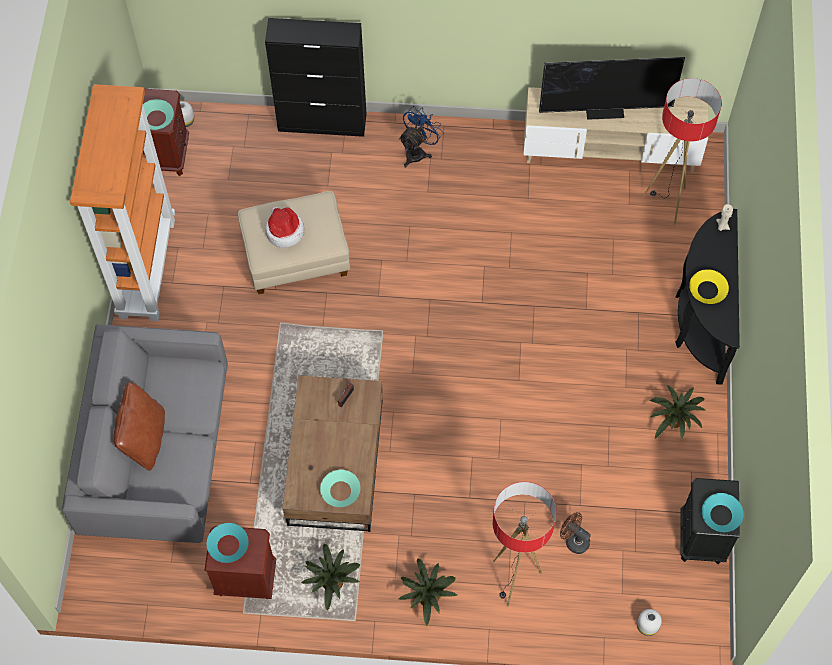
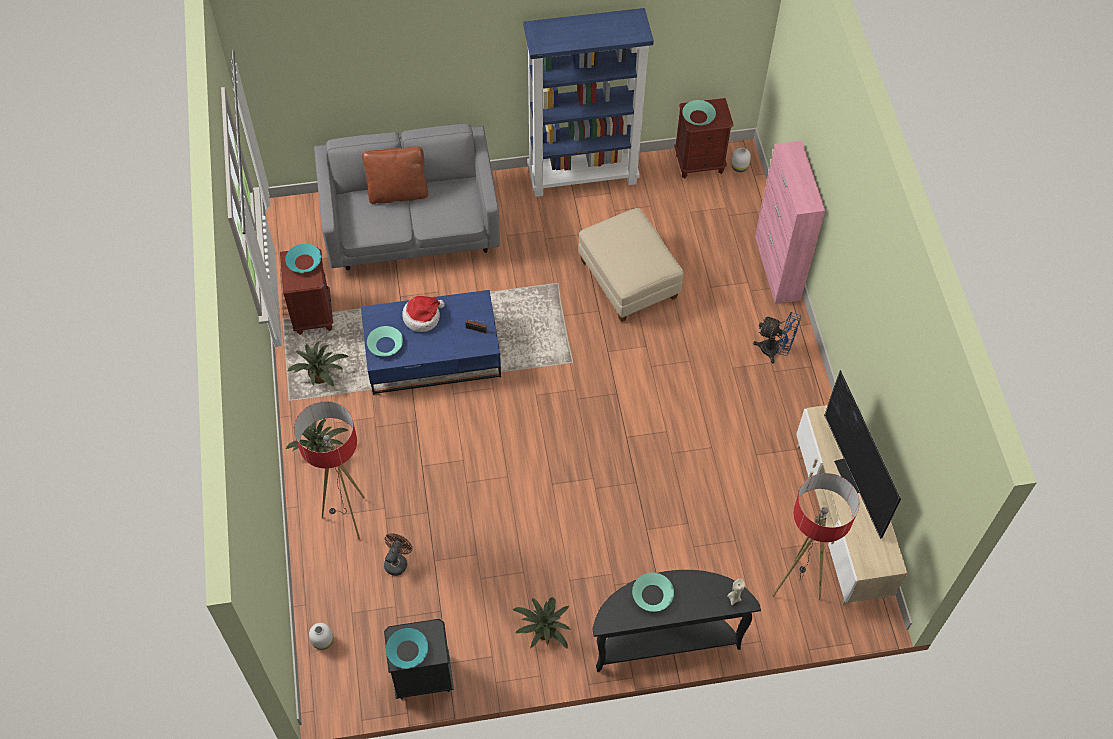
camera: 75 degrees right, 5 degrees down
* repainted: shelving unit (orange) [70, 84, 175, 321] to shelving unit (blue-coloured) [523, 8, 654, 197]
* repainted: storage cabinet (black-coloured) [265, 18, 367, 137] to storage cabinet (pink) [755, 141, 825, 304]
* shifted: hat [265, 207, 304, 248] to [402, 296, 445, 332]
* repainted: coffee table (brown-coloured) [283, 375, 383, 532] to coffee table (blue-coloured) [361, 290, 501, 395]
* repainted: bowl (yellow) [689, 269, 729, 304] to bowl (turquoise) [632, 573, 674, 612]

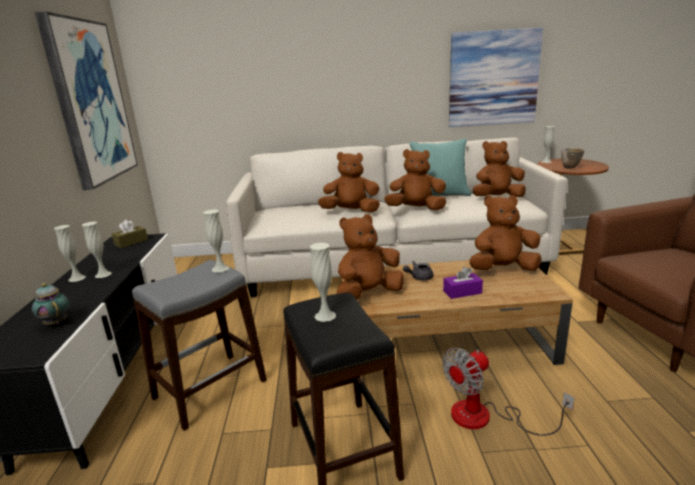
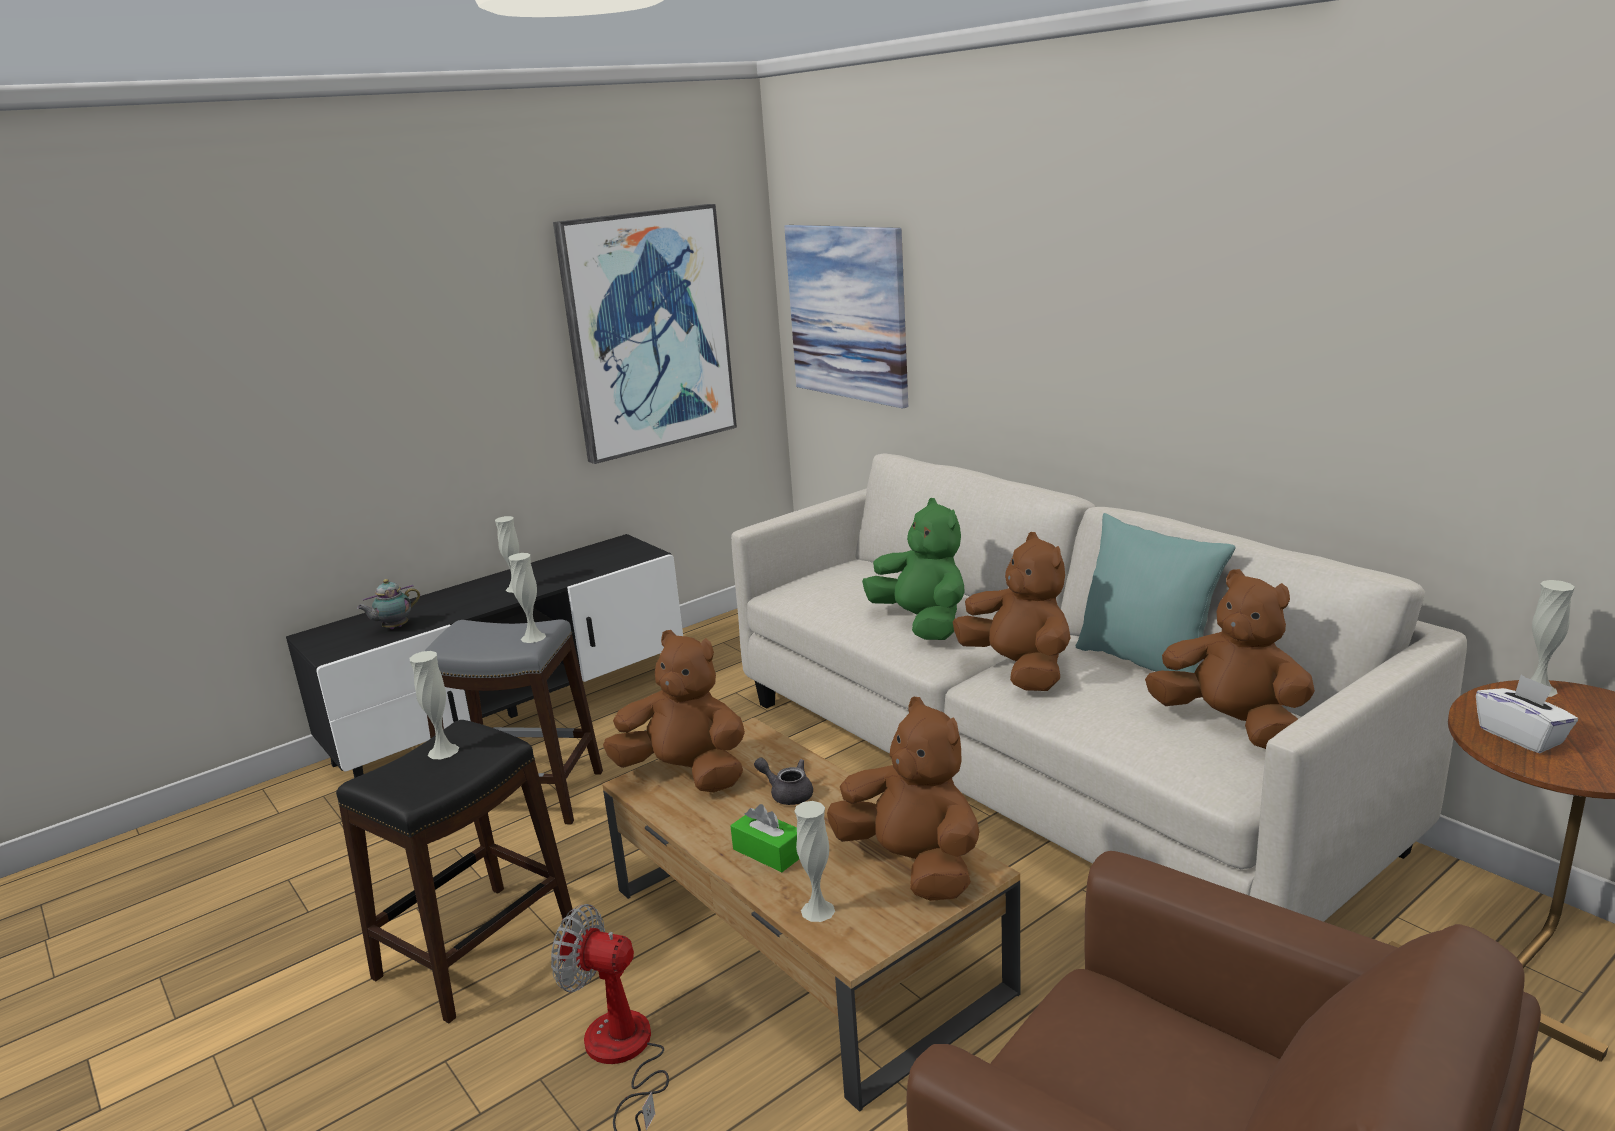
camera: 55 degrees right, 0 degrees up
* rotated: teapot [32, 283, 69, 325] = [357, 579, 420, 629] 135 degrees counterclockwise
* shifted: flower vase (whitish) [54, 225, 86, 282] to [794, 801, 835, 922]
* gone: tissue box (brown-coloured) [112, 219, 148, 248]
* repainted: cuddly toy (brown-coloured) [318, 152, 380, 213] to cuddly toy (greenish) [862, 498, 965, 640]
* repainted: tissue box (purple) [443, 266, 483, 299] to tissue box (greenish) [730, 804, 799, 872]
* shifted: picture [449, 28, 543, 127] to [784, 225, 908, 409]
* swapped: bowl [561, 148, 584, 169] to tissue box (whitish) [1476, 675, 1578, 754]

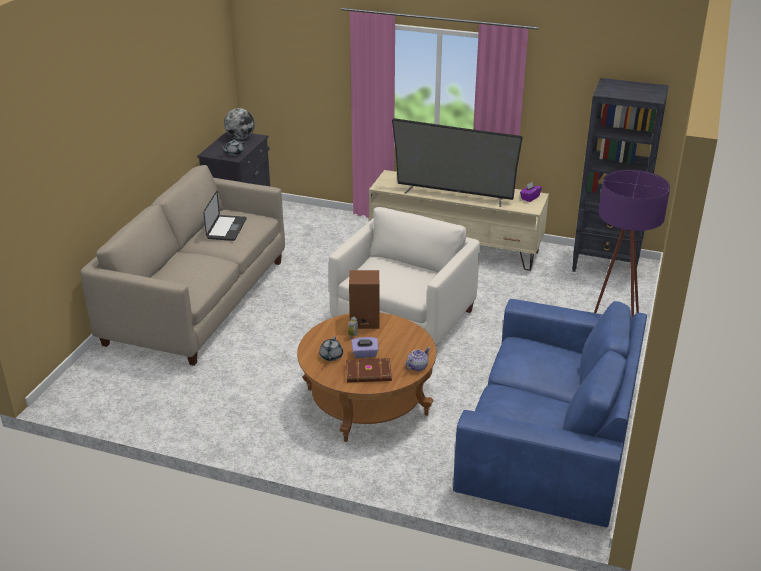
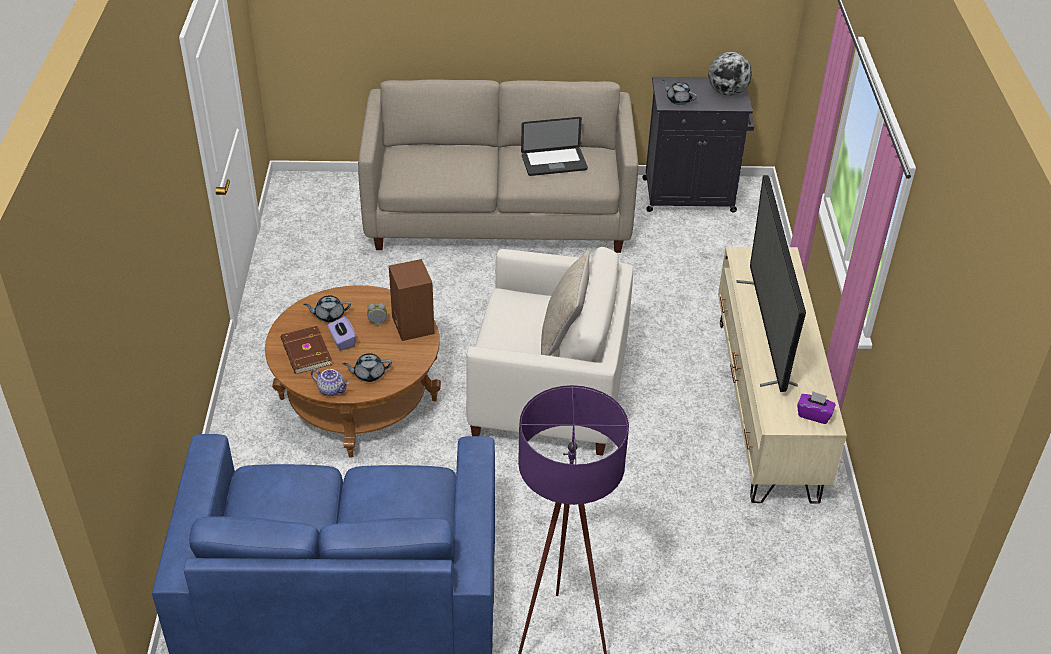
camera: 70 degrees right, 10 degrees up
* gone: shelving unit (black-coloured) [572, 78, 669, 272]
* new: teapot (greyish) [343, 353, 392, 382]
* new: throw pillow (sand-coloured) [541, 250, 590, 356]

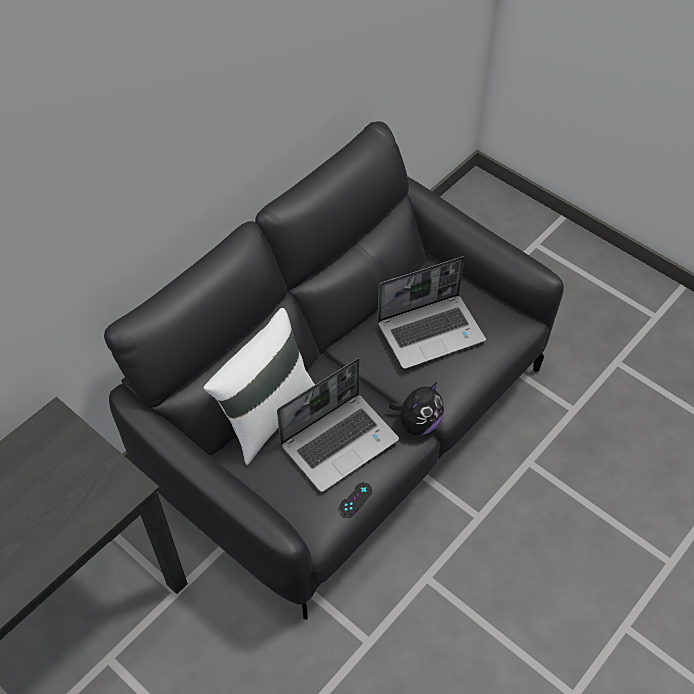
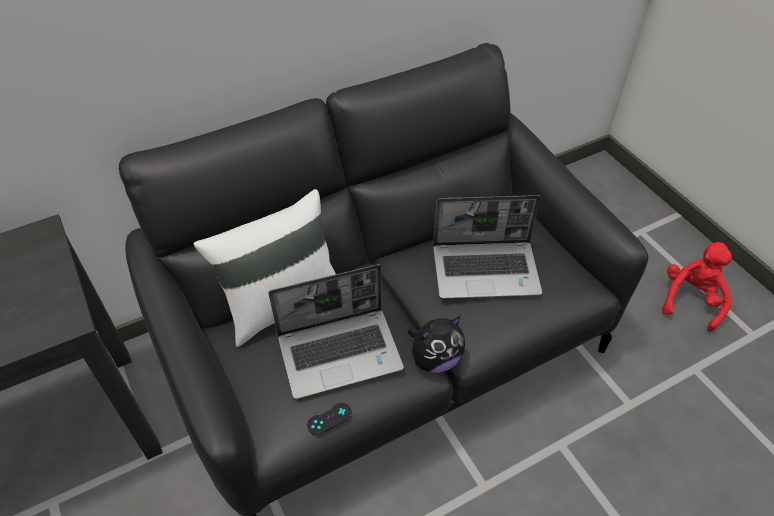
camera: 20 degrees right, 5 degrees down
* new: cuddly toy (red-coloured) [662, 242, 732, 332]

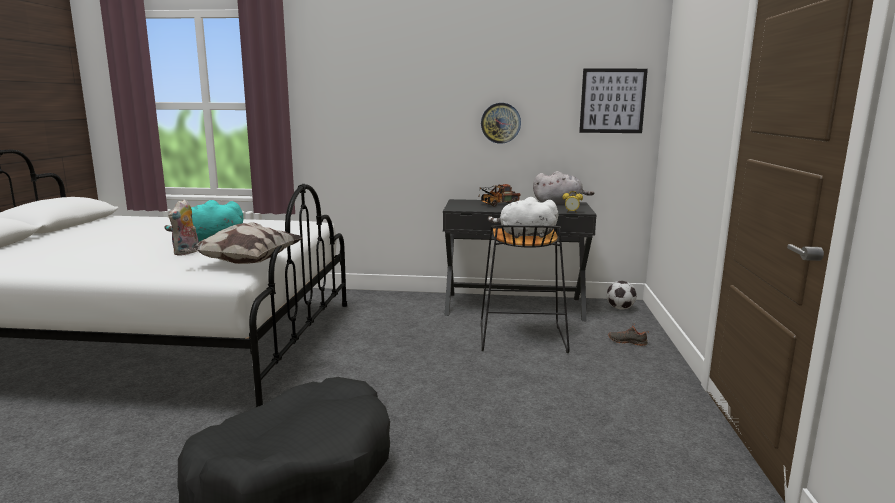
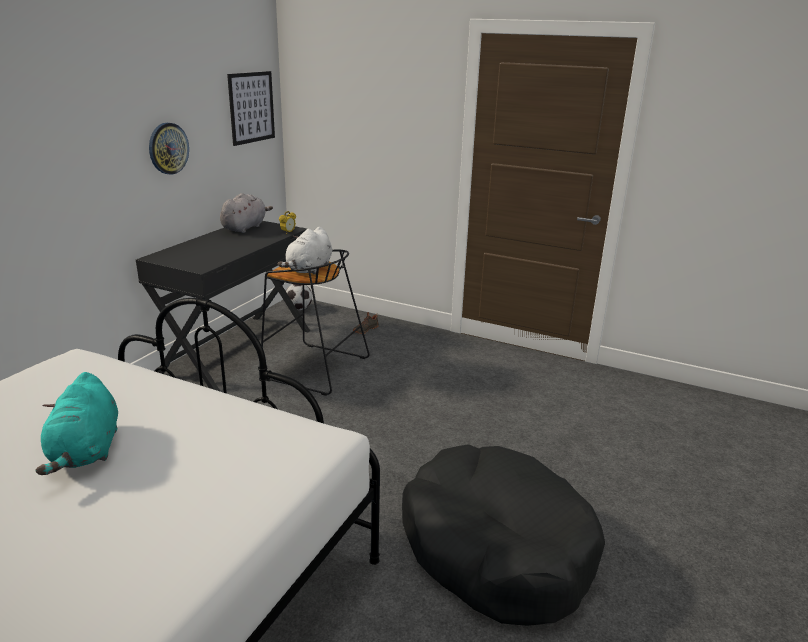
camera: 70 degrees left, 10 degrees up
* gone: cuddly toy [168, 199, 199, 256]
* gone: throw pillow [180, 222, 302, 264]
* gone: toy truck [478, 184, 521, 207]

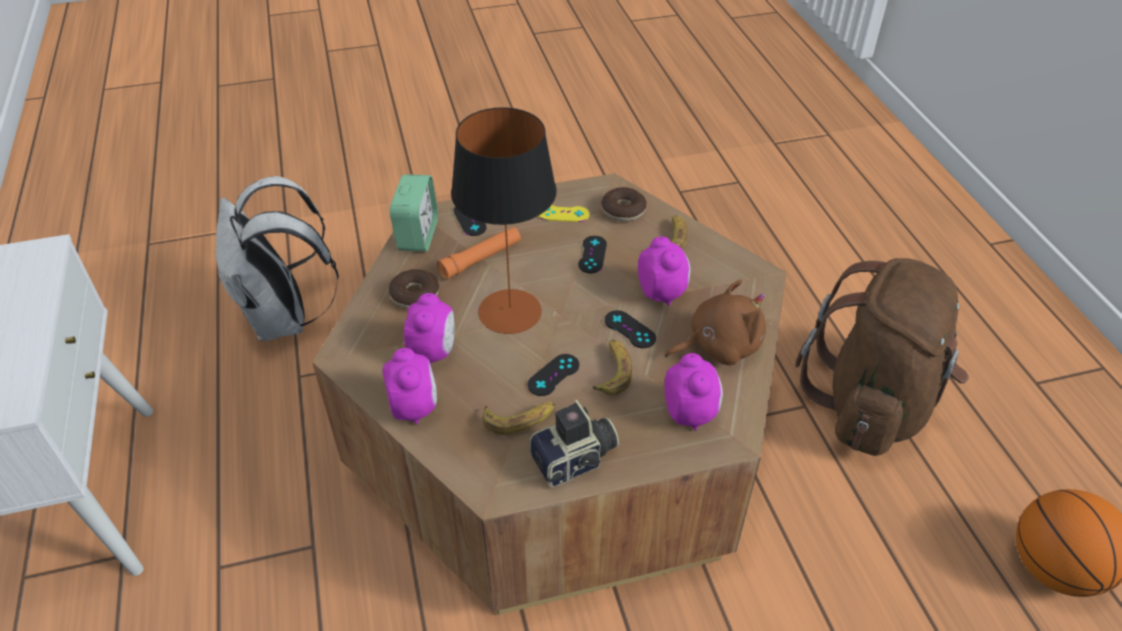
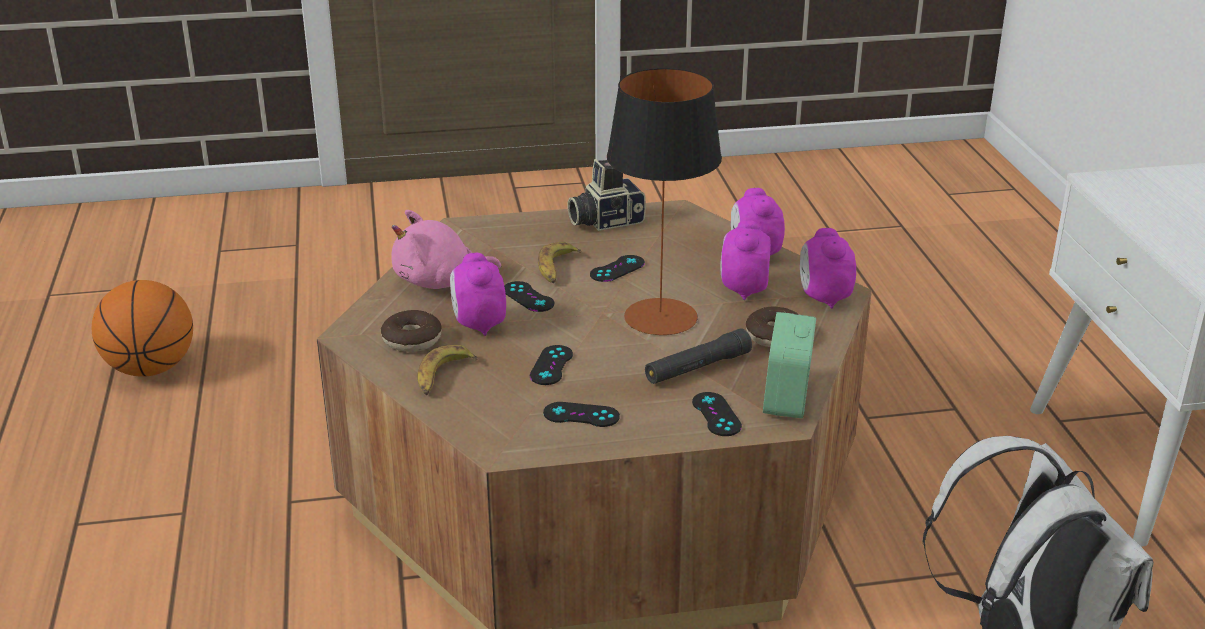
camera: 175 degrees left, 15 degrees down
* repainted: hand torch (orange) [437, 227, 521, 279] to hand torch (black-coloured) [645, 328, 752, 384]
* gone: banana [482, 402, 556, 435]
* repainted: game controller (yellow) [538, 205, 590, 222] to game controller (black-coloured) [543, 402, 620, 427]
* shifted: donut [601, 187, 647, 222] to [381, 310, 442, 352]
* shifted: alarm clock [664, 353, 723, 431] to [800, 228, 856, 309]
* repainted: cuddly toy (brown-coloured) [665, 280, 766, 365] to cuddly toy (pink) [391, 210, 501, 289]
* gone: rucksack (brown-coloured) [795, 258, 969, 456]

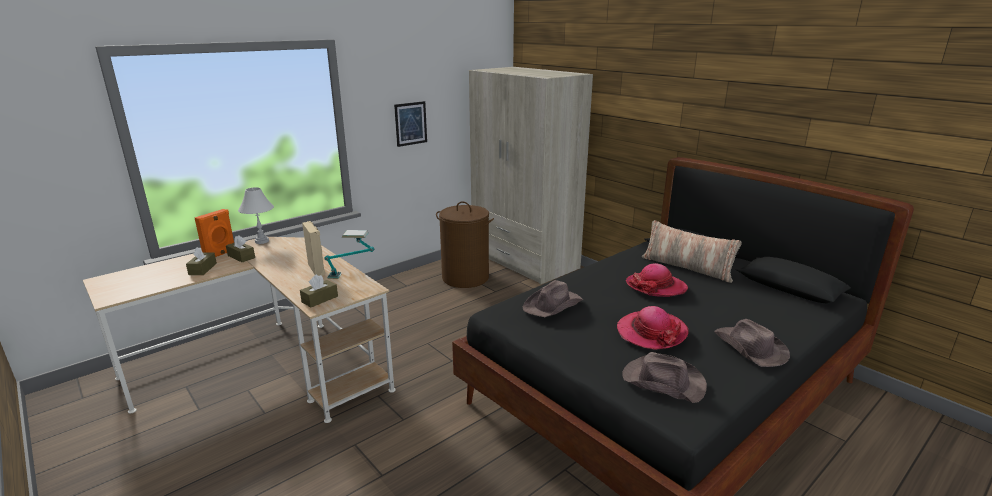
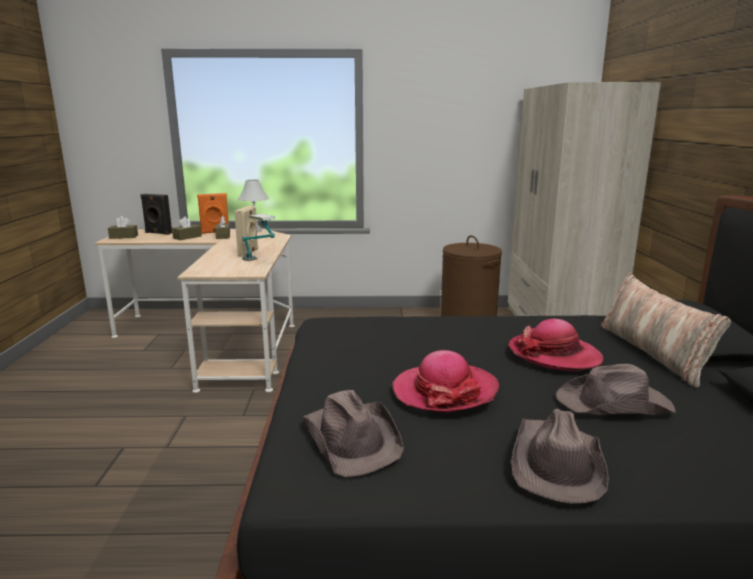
camera: 40 degrees right, 5 degrees down
* shifted: tissue box (brown-coloured) [300, 274, 338, 308] to [108, 216, 138, 239]
* gone: picture [394, 101, 427, 147]
* shifted: hat (brown-coloured) [522, 280, 583, 317] to [556, 364, 676, 415]
* new: loudspeaker (black-coloured) [140, 194, 172, 235]

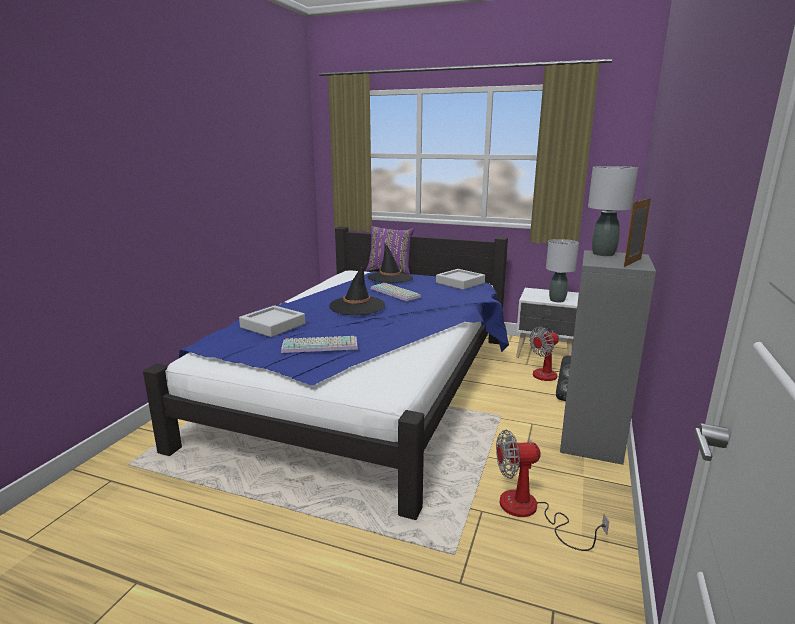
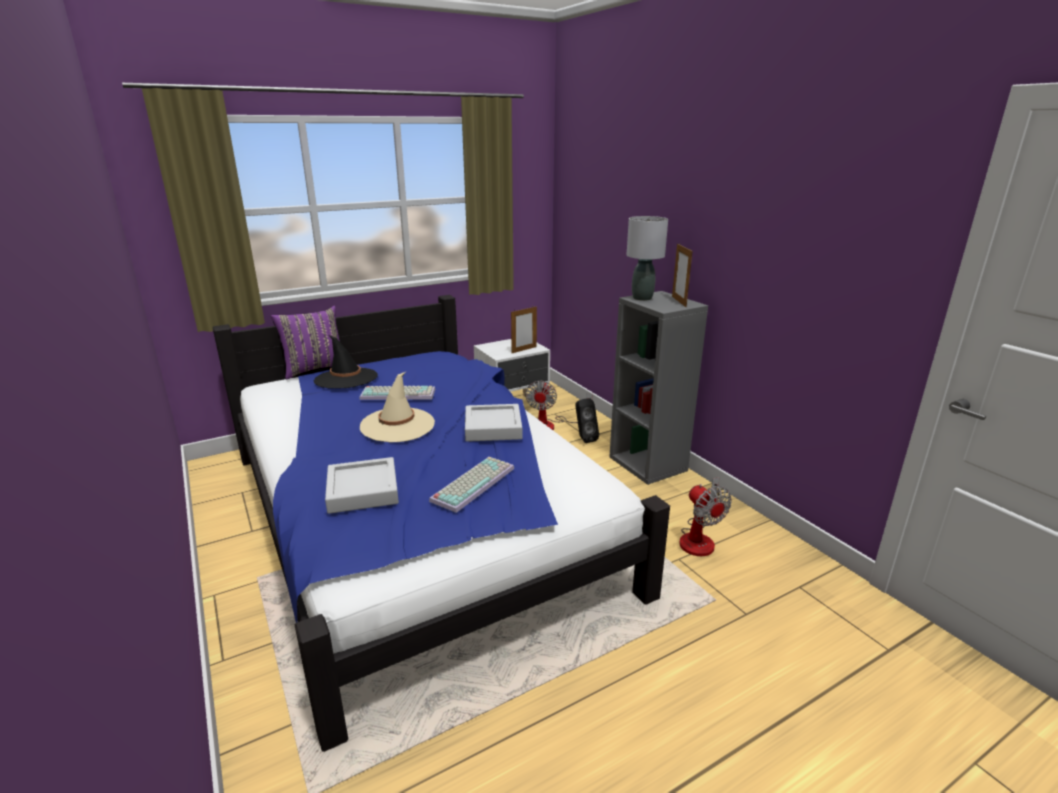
camera: 50 degrees left, 5 degrees up
* repainted: hat (black-coloured) [329, 266, 385, 315] to hat (sand-coloured) [360, 372, 435, 442]
* shifted: serving tray (greyish) [436, 269, 485, 290] to [465, 404, 522, 442]
* rotated: fan [496, 430, 609, 551] = [679, 477, 732, 556] 60 degrees counterclockwise
* swapped: table lamp (greyish) [546, 239, 579, 302] to picture frame [511, 306, 537, 353]

